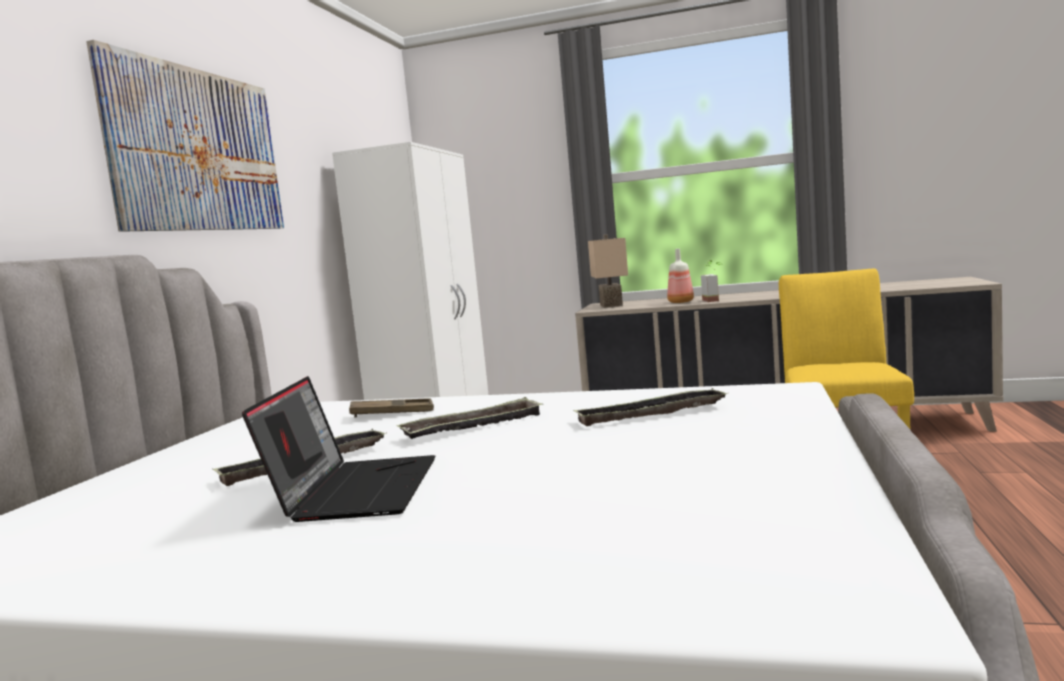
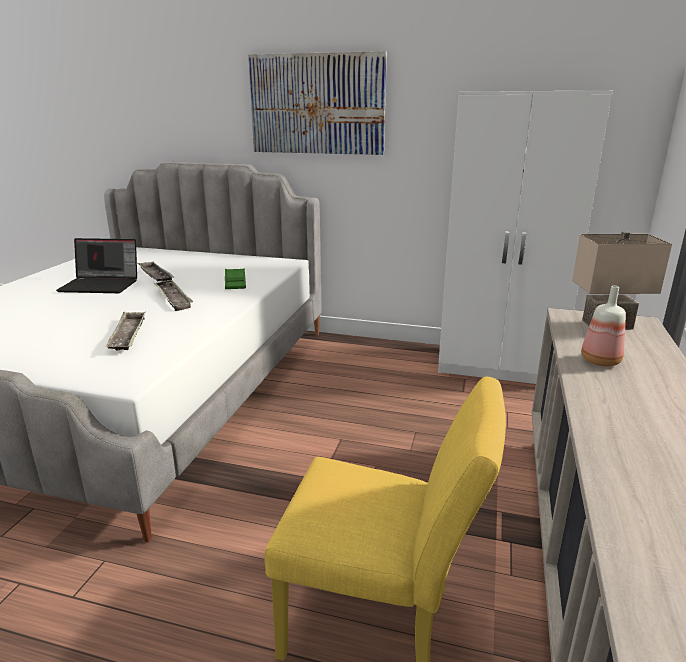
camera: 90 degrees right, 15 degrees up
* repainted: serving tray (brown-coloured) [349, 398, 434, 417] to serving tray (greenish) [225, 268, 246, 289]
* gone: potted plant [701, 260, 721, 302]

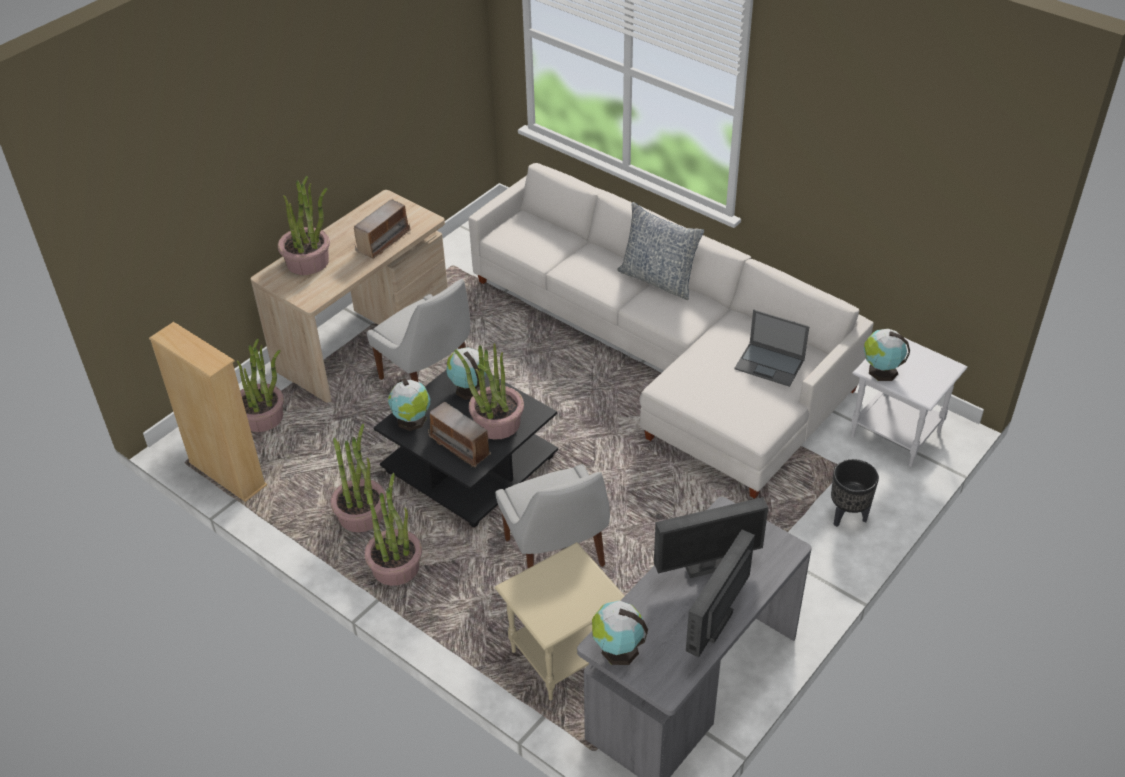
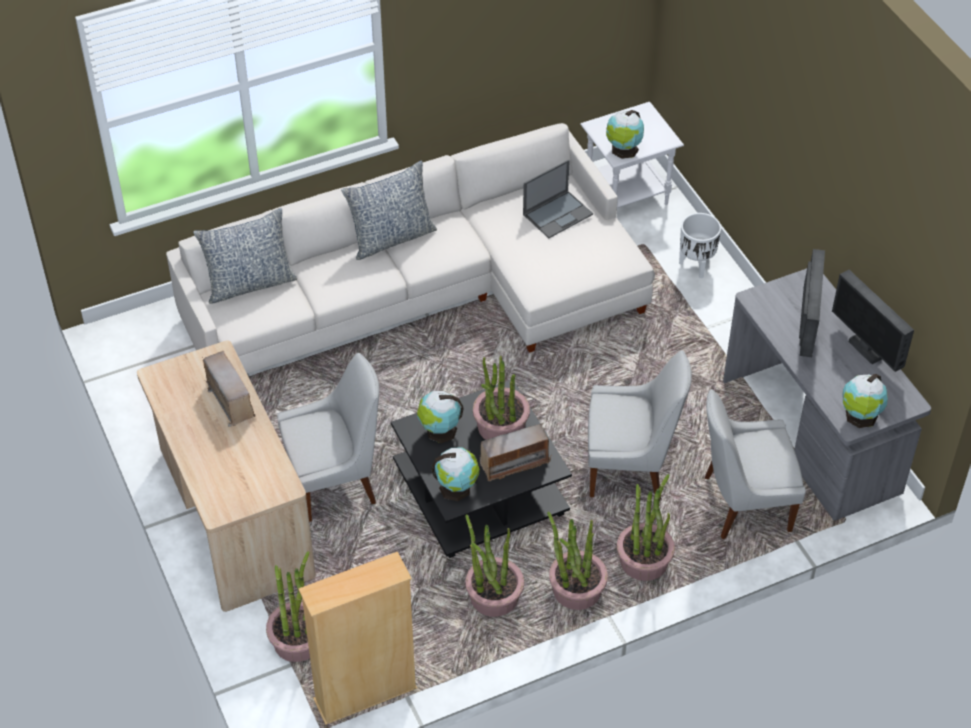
camera: 65 degrees left, 5 degrees up
* shifted: potted plant [278, 176, 330, 275] to [617, 474, 675, 581]
* swapped: side table (sand-coloured) [494, 542, 625, 701] to upright chair (whitish) [705, 389, 806, 539]
* repainted: flower pot (black-coloured) [831, 459, 879, 527] to flower pot (whitish) [679, 213, 721, 278]
* new: throw pillow [193, 208, 297, 303]

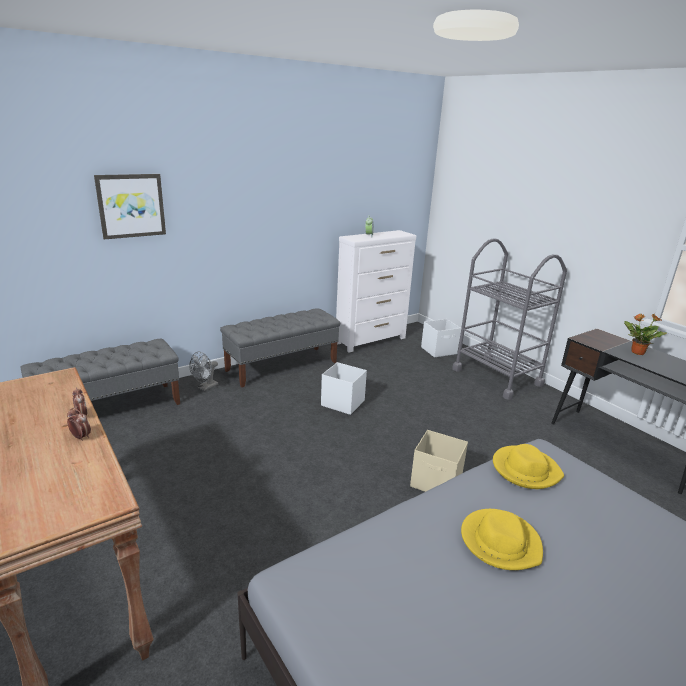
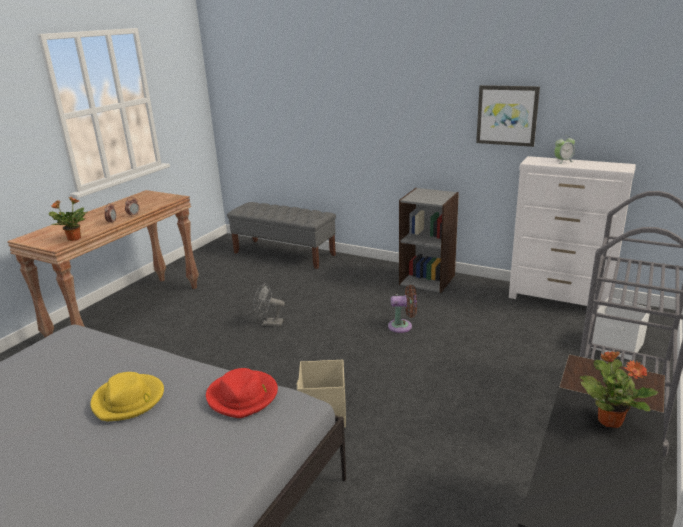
camera: 65 degrees right, 0 degrees up
* shifted: picture [94, 174, 166, 239] to [476, 85, 540, 147]
* shifted: fan (greyish) [189, 352, 218, 391] to [253, 283, 285, 327]
* swapped: long seat (greyish) [220, 308, 340, 388] to shelving unit (greyish) [399, 188, 459, 293]
* swapped: storage container (whitish) [321, 362, 367, 415] to fan (brown-coloured) [388, 285, 417, 333]
* repainted: hat (yellow) [493, 444, 564, 489] to hat (red-coloured) [206, 368, 278, 418]
* new: potted plant [49, 197, 87, 241]

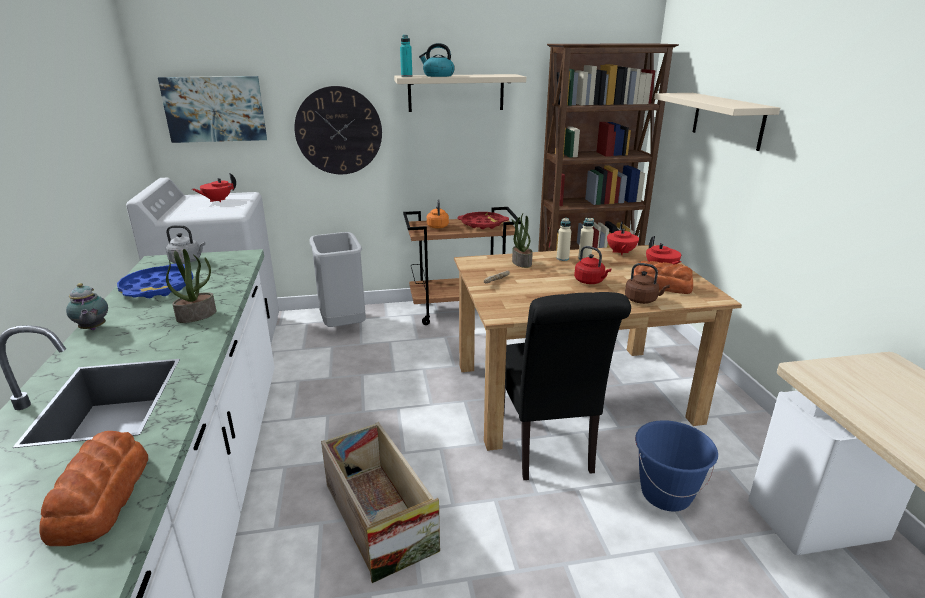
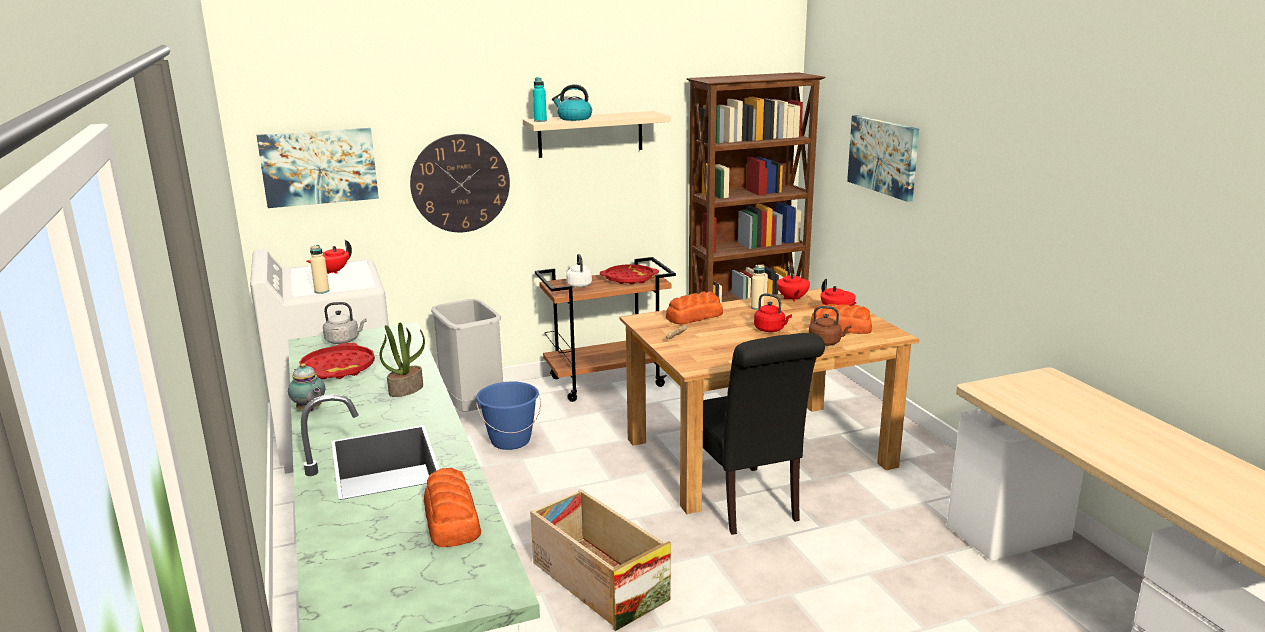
camera: 10 degrees left, 5 degrees down
* repainted: serving tray (blue-coloured) [117, 264, 194, 298] to serving tray (red-coloured) [299, 343, 375, 379]
* repainted: water kettle (orange) [427, 199, 449, 229] to water kettle (whitish) [566, 254, 592, 287]
* swapped: potted plant [511, 213, 533, 268] to bread [666, 291, 723, 325]
* shifted: drink bottle (sand-coloured) [557, 218, 571, 261] to [310, 245, 329, 294]
* shifted: bucket (blue-coloured) [635, 420, 718, 511] to [476, 382, 541, 450]
* swapped: wall shelf (sand-coloured) [654, 93, 780, 151] to picture [847, 115, 919, 202]

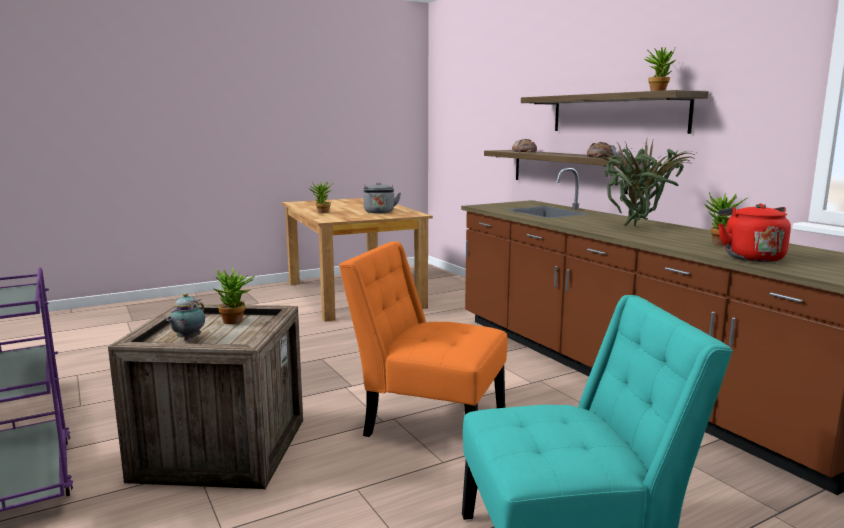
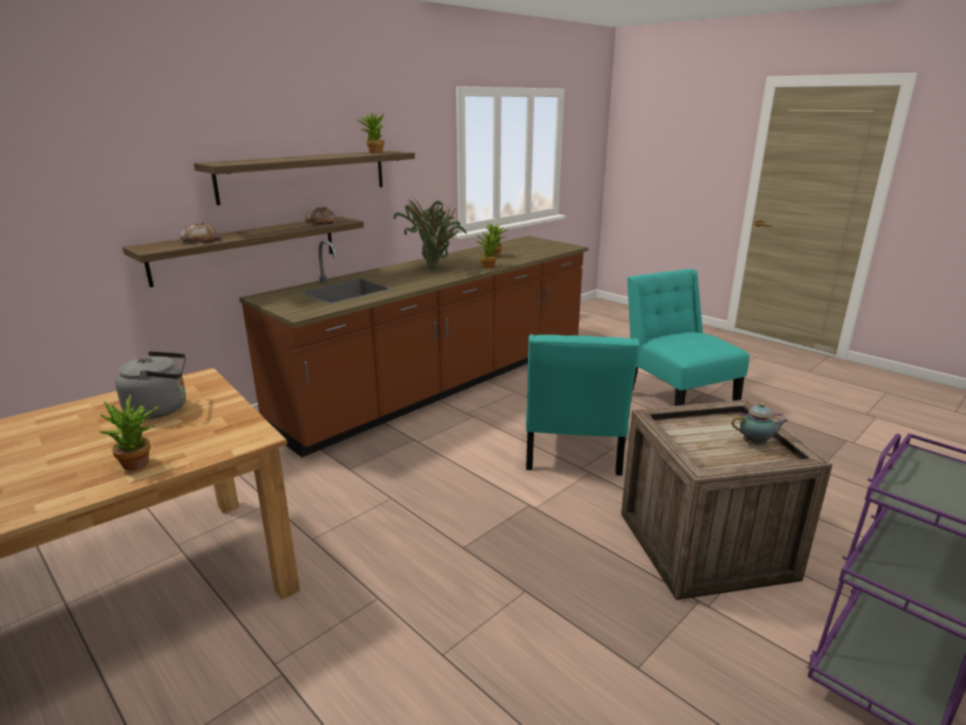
camera: 105 degrees left, 10 degrees up
* shifted: potted plant [214, 267, 255, 324] to [474, 232, 500, 269]
* repainted: upright chair (orange) [339, 241, 507, 437] to upright chair (turquoise) [526, 334, 640, 476]
* gone: water kettle (red-coloured) [718, 204, 791, 262]

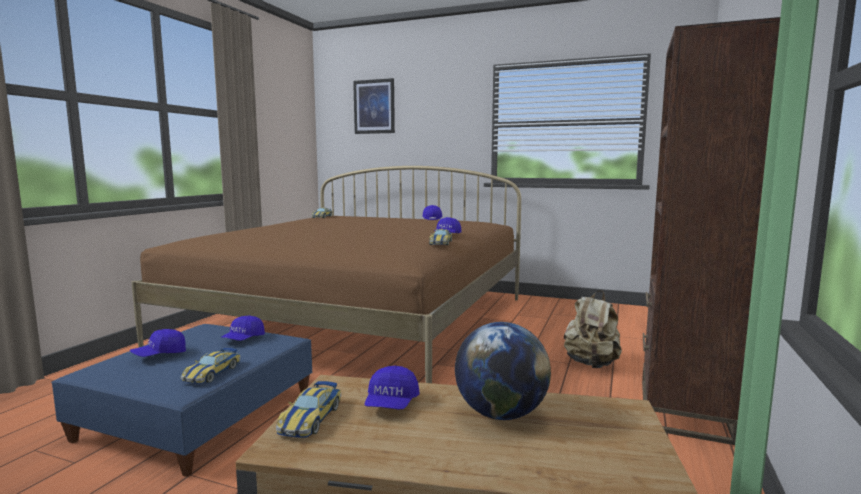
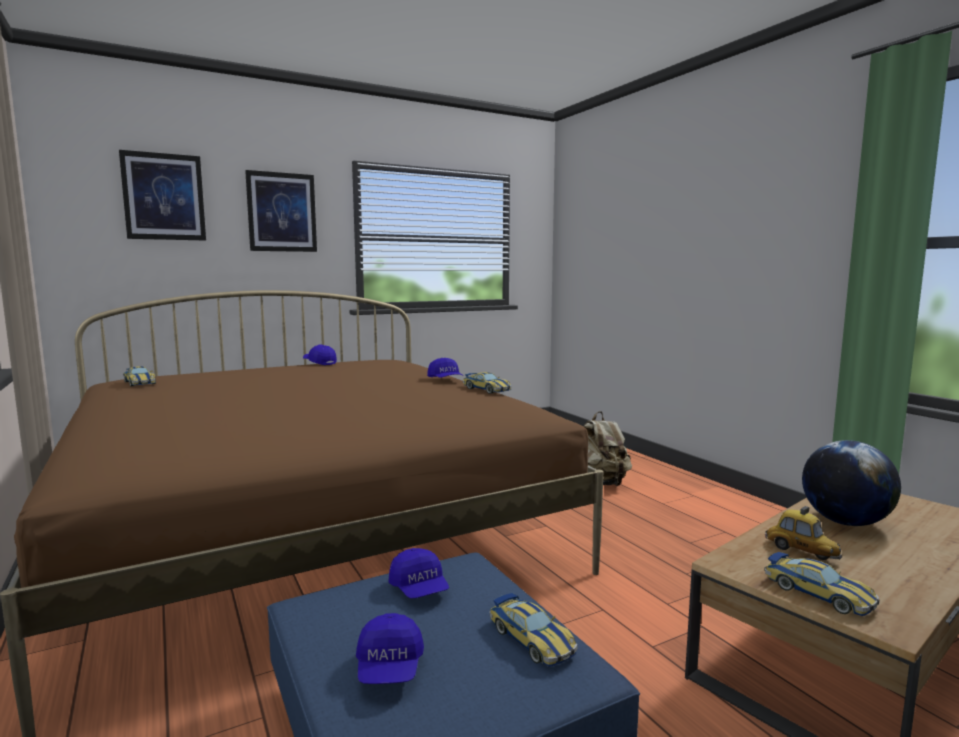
camera: 50 degrees left, 0 degrees up
* swapped: cap (blue-coloured) [365, 366, 420, 409] to model car [765, 506, 842, 560]
* gone: shelving unit (brown-coloured) [642, 17, 780, 445]
* new: picture [245, 170, 317, 252]

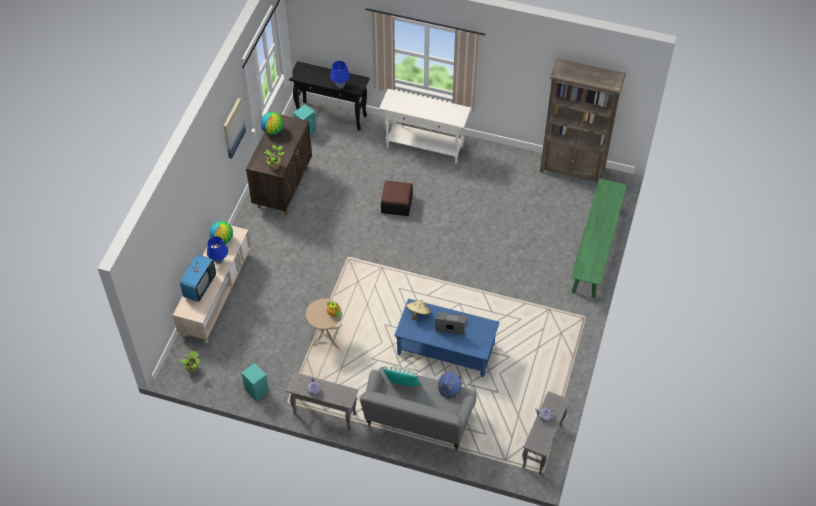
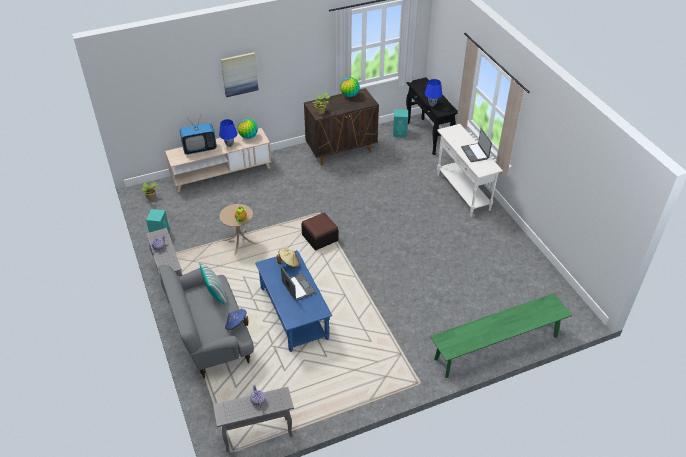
camera: 50 degrees right, 10 degrees down
* shifted: picture [223, 98, 246, 158] to [221, 52, 259, 97]
* shifted: footrest [381, 181, 413, 216] to [301, 213, 339, 250]
* gone: shelving unit (brown-coloured) [540, 58, 626, 185]
* new: portable computer [461, 128, 492, 162]

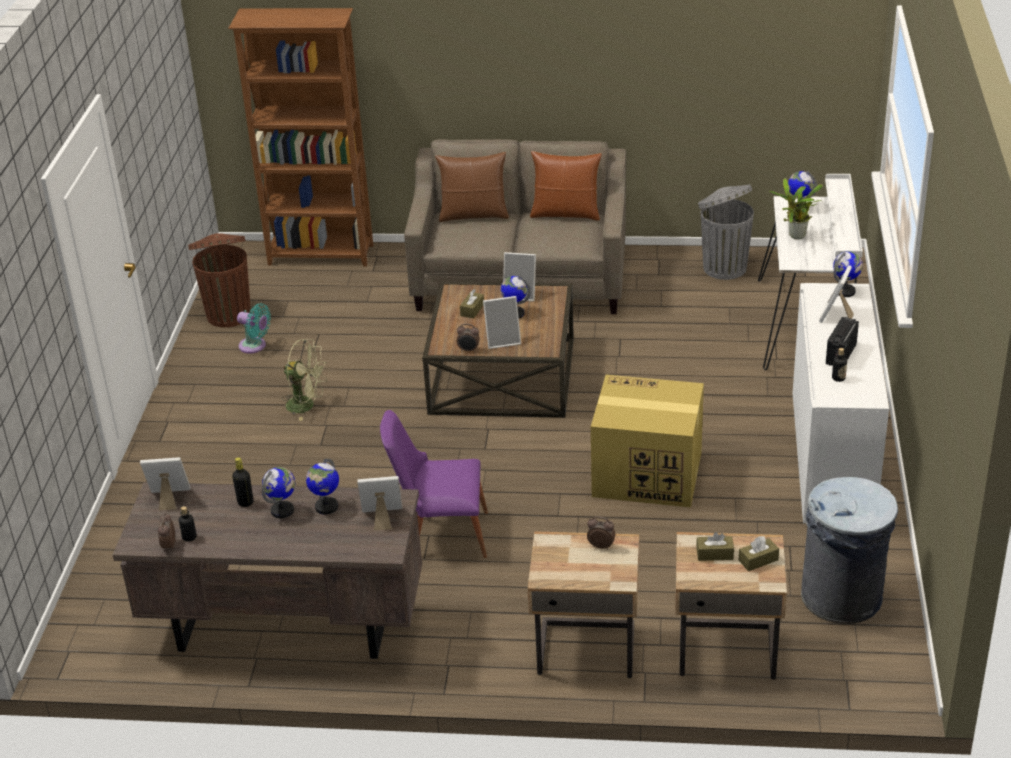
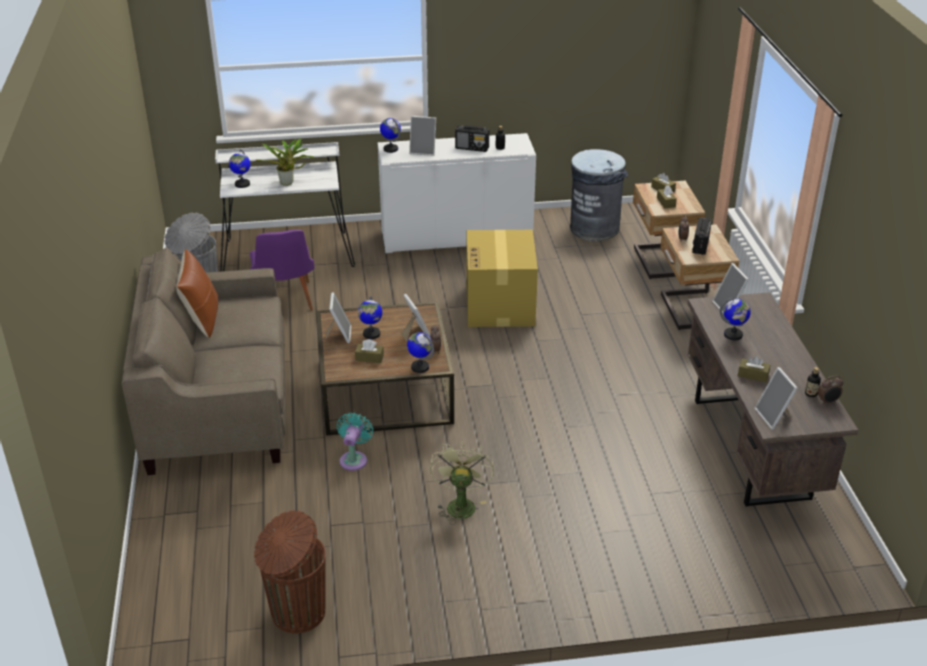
camera: 105 degrees left, 0 degrees up
* gone: shelving unit (brown-coloured) [228, 8, 373, 267]
* swapped: drink bottle (black-coloured) [232, 457, 253, 507] to tissue box (brown-coloured) [738, 356, 770, 383]
* shifted: fan (turquoise) [237, 303, 271, 353] to [337, 413, 374, 471]
* shifted: world globe [262, 467, 295, 518] to [407, 332, 434, 373]
* shifted: upright chair (purple) [380, 410, 488, 558] to [250, 230, 315, 311]
* gone: throw pillow (brown-coloured) [435, 152, 509, 222]
* new: radio set [692, 217, 712, 255]

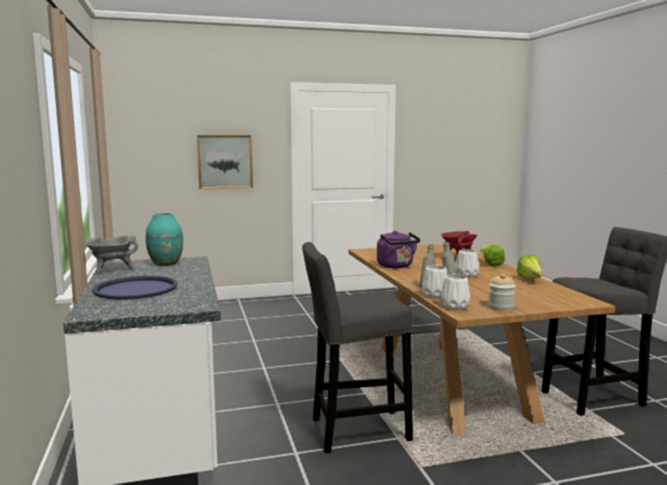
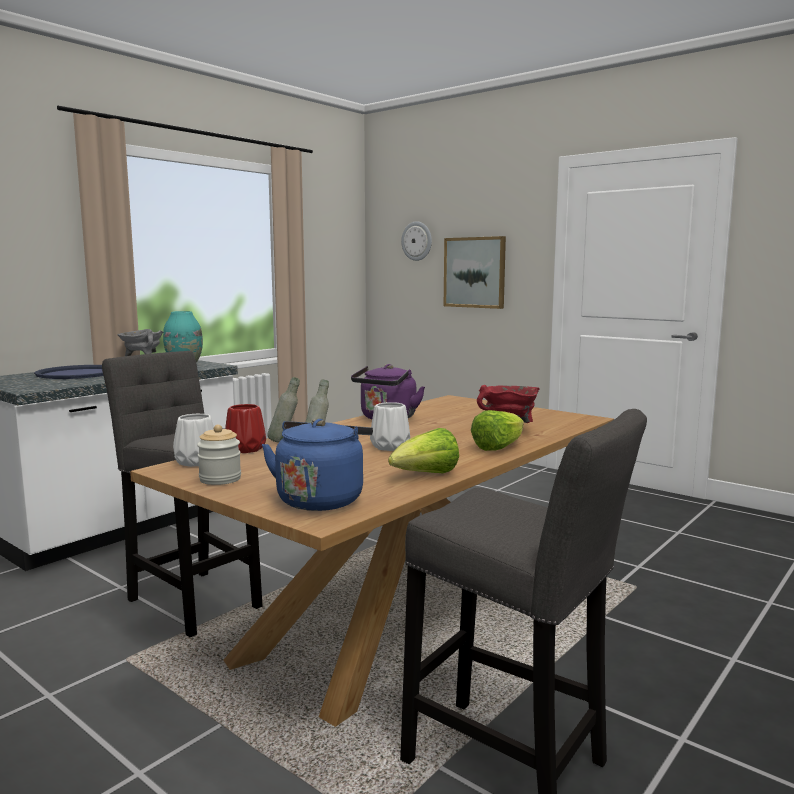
camera: 55 degrees right, 0 degrees up
* repainted: flower vase (whitish) [422, 265, 447, 299] to flower vase (red-coloured) [225, 404, 266, 453]
* new: water kettle (blue-coloured) [262, 419, 373, 511]
* new: wall clock [401, 221, 432, 261]

